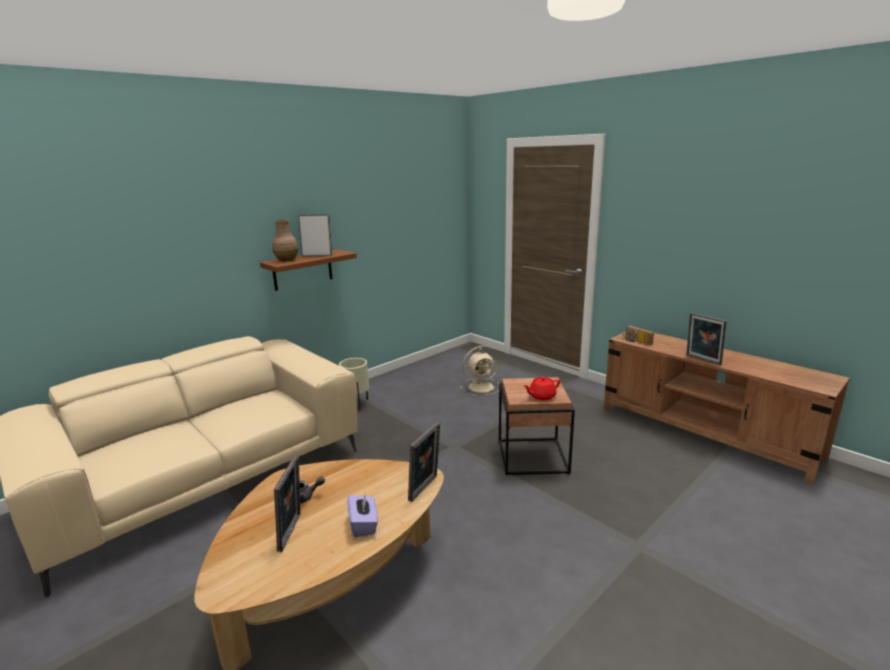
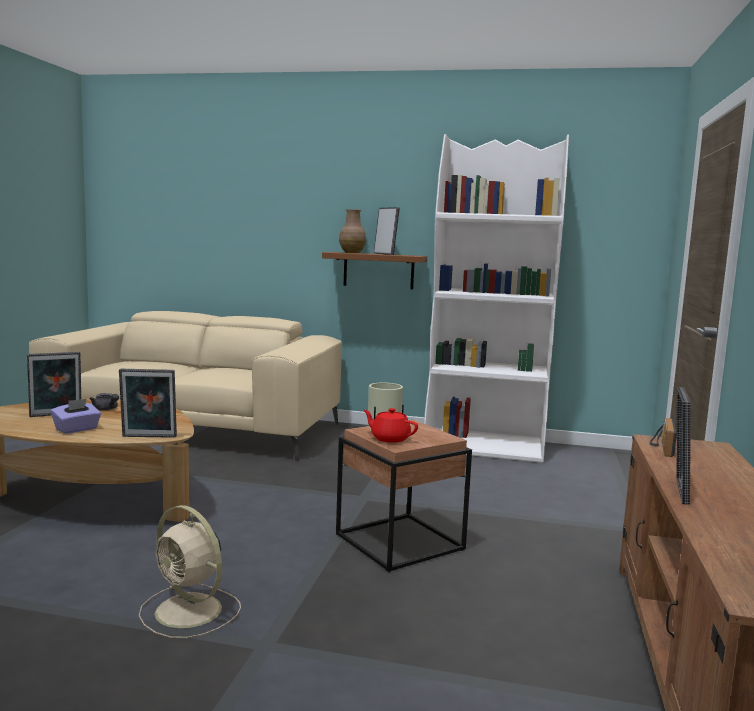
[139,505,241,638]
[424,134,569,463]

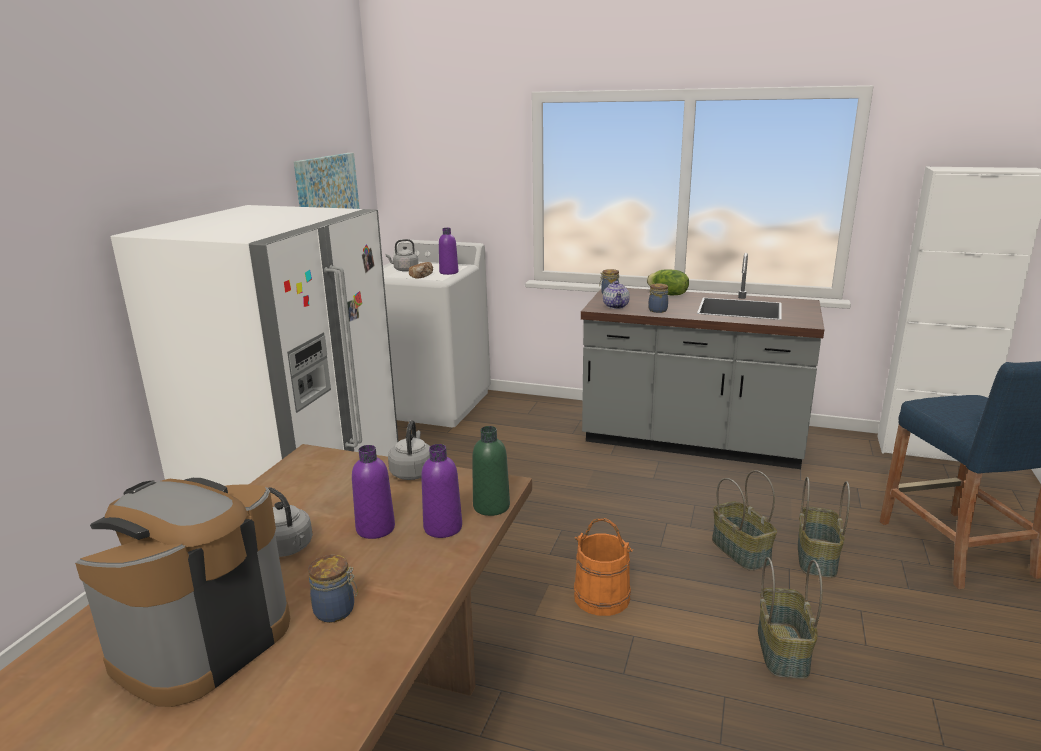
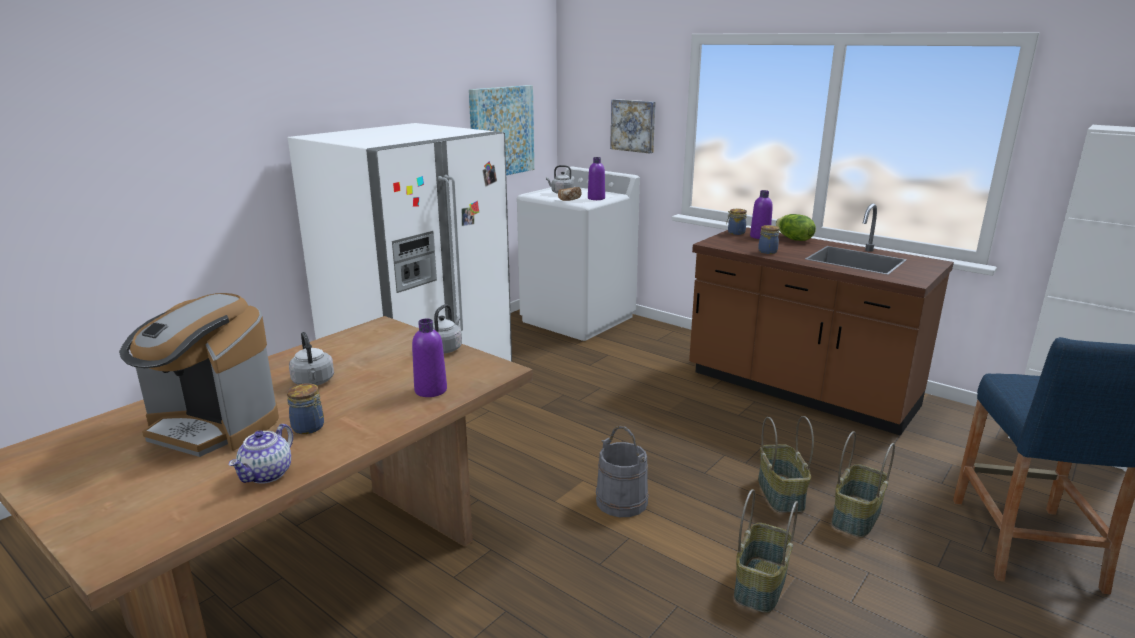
[119,293,279,457]
[750,190,773,239]
[472,426,510,516] (first image)
[596,426,649,517]
[689,203,954,436]
[229,424,293,484]
[610,99,656,153]

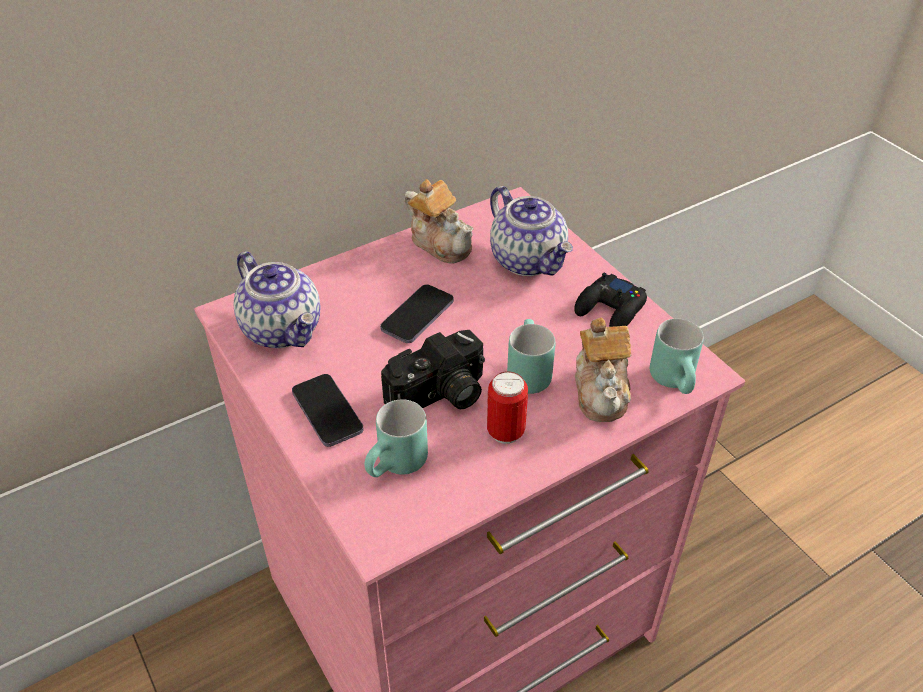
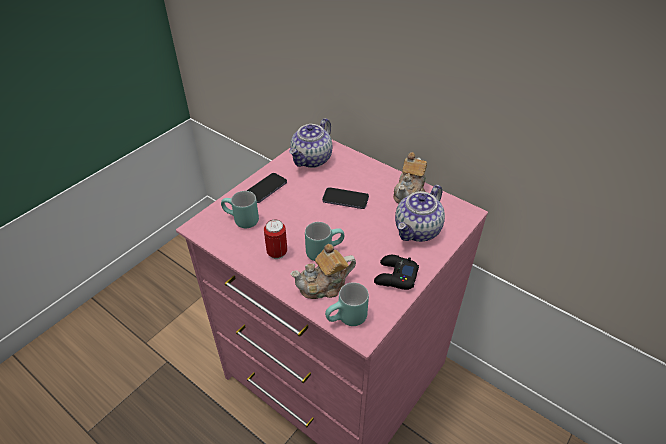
[381,330,485,409] (first image)

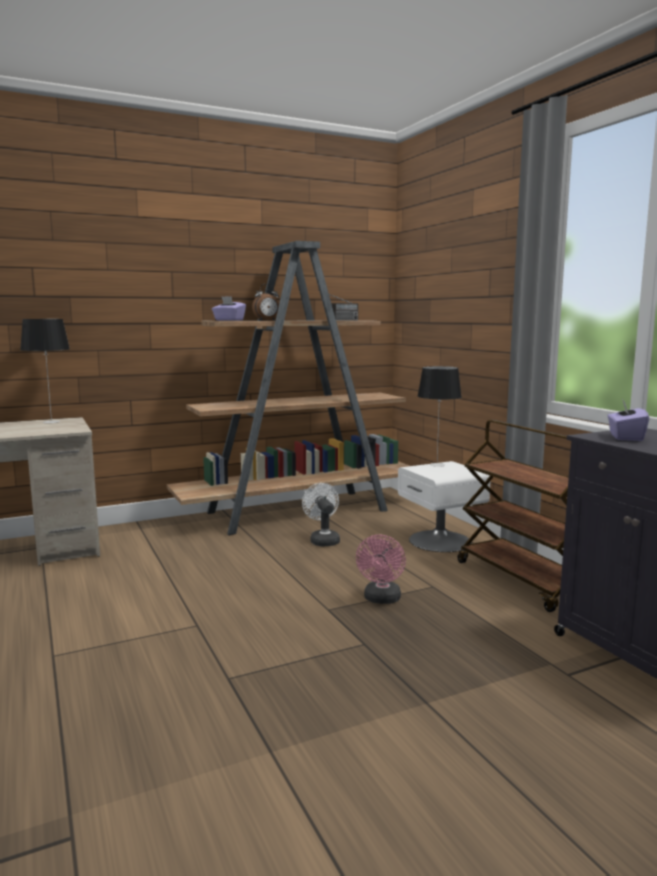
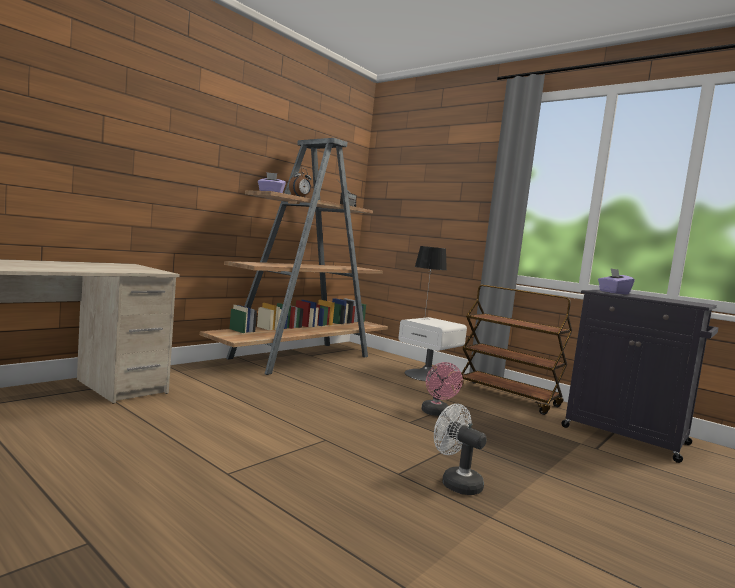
[20,319,70,423] (first image)
[434,404,487,495]

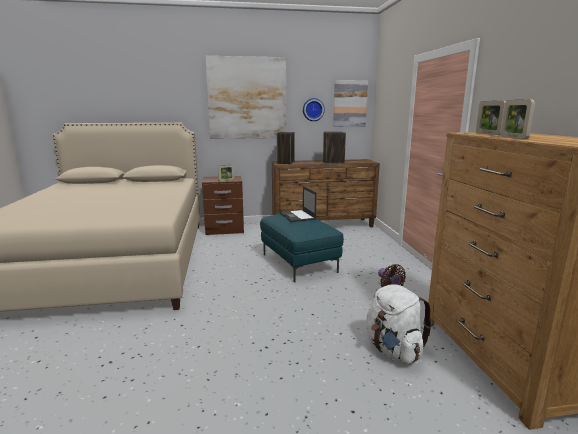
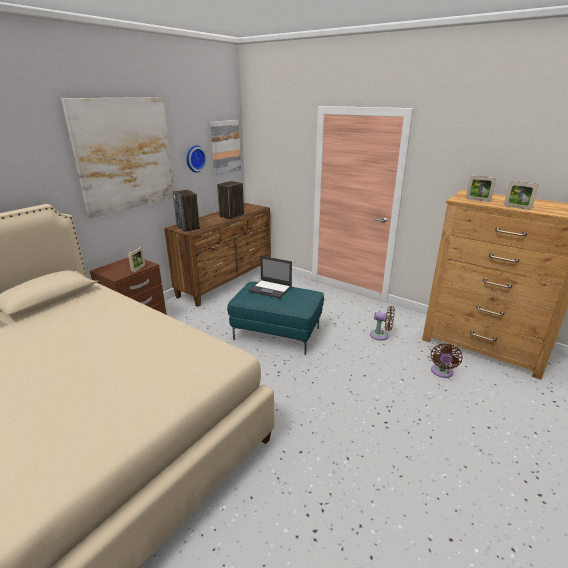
[431,343,462,378]

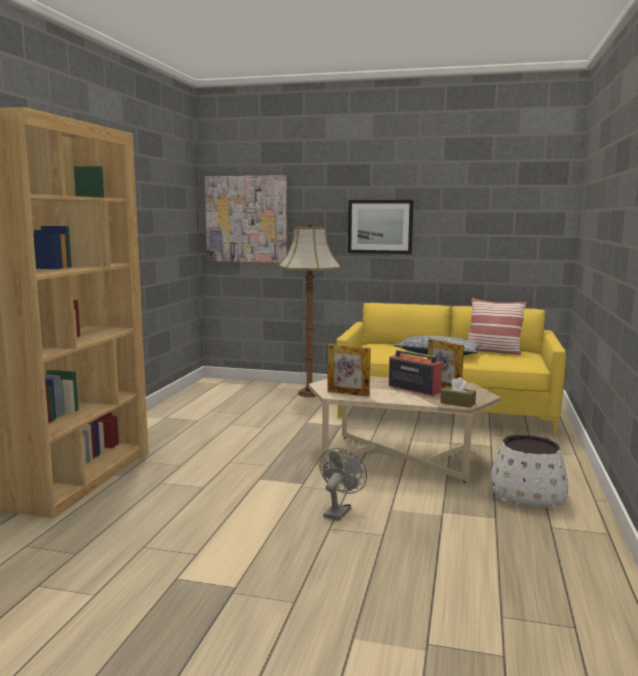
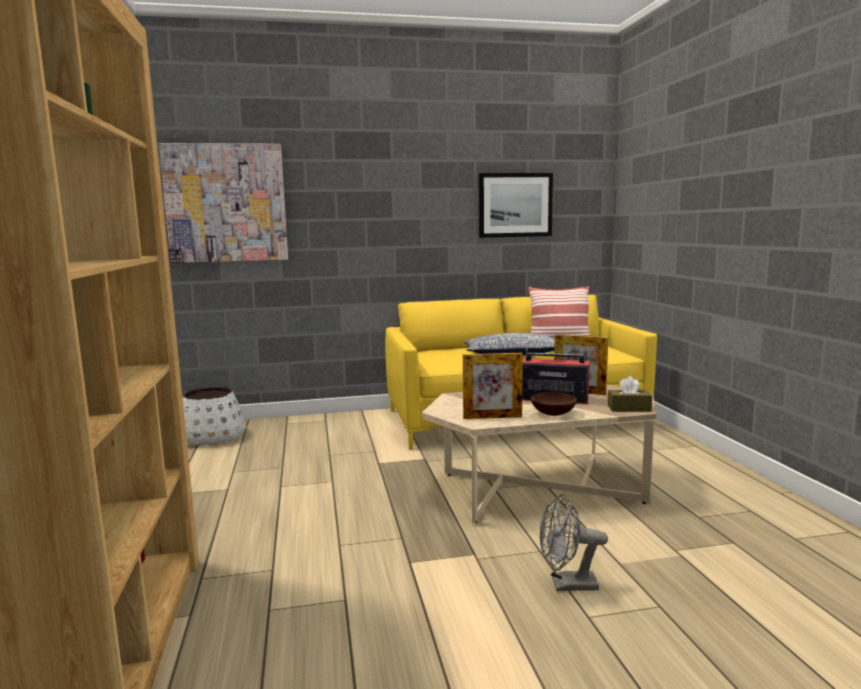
[278,221,342,397] (first image)
[540,494,608,591]
[479,173,553,238]
[183,387,245,445]
[531,392,577,416]

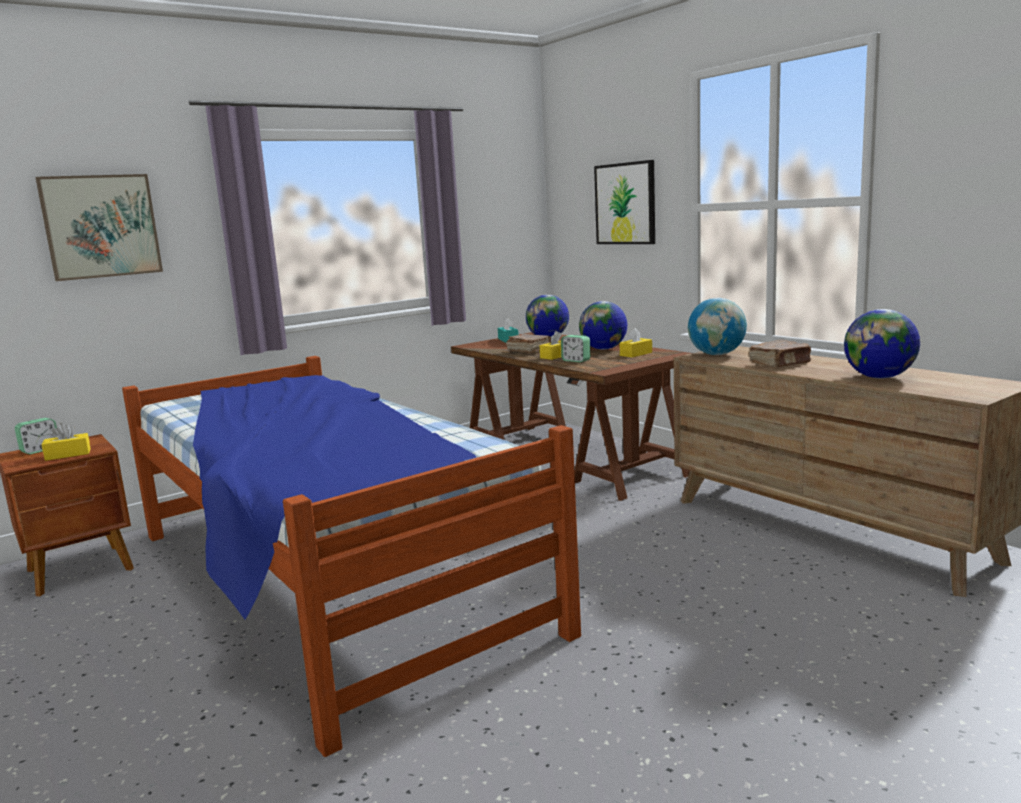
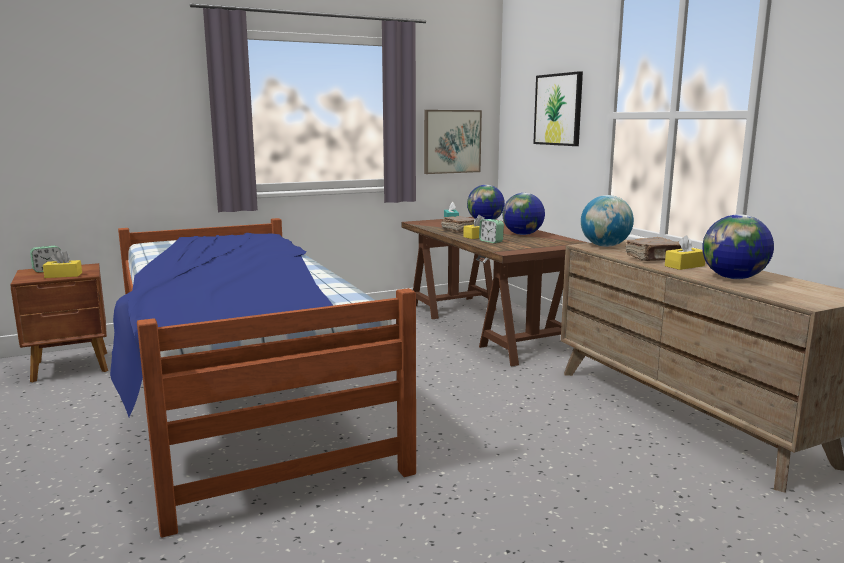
[424,110,482,174]
[665,235,705,270]

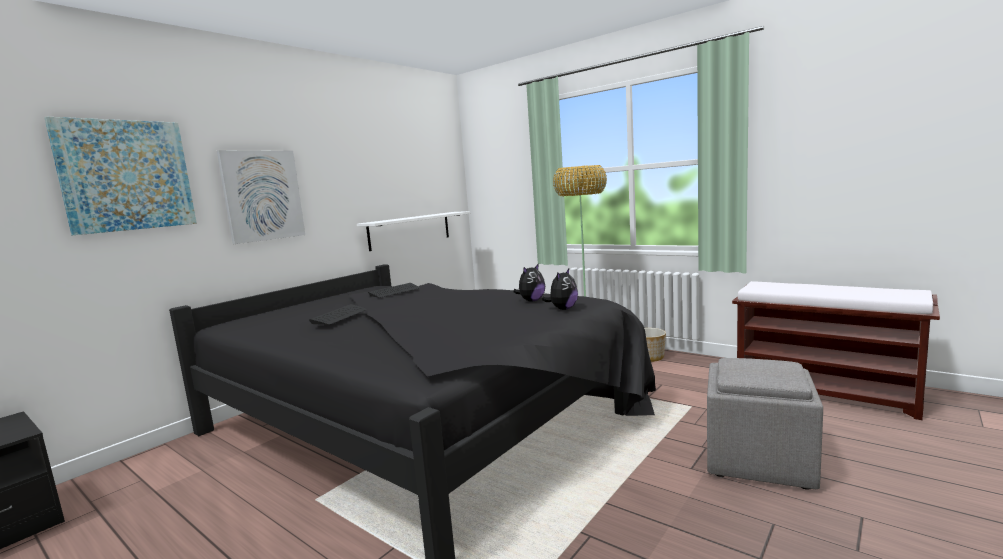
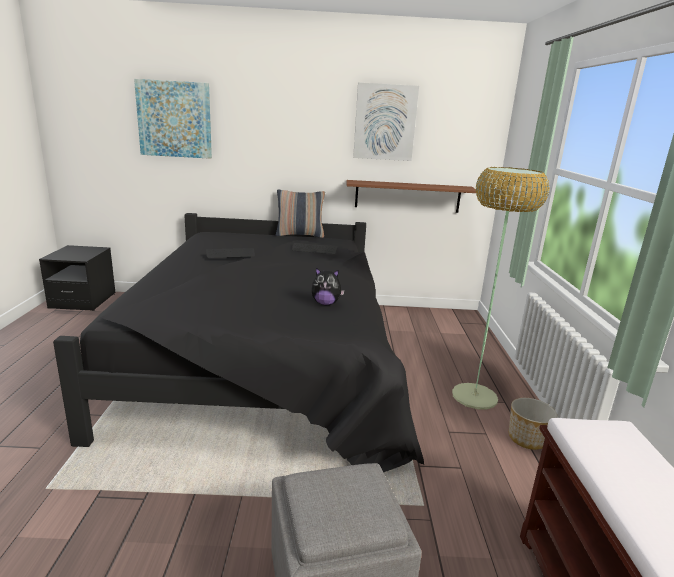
[353,82,419,161]
[346,180,476,213]
[542,269,578,310] (first image)
[276,189,325,238]

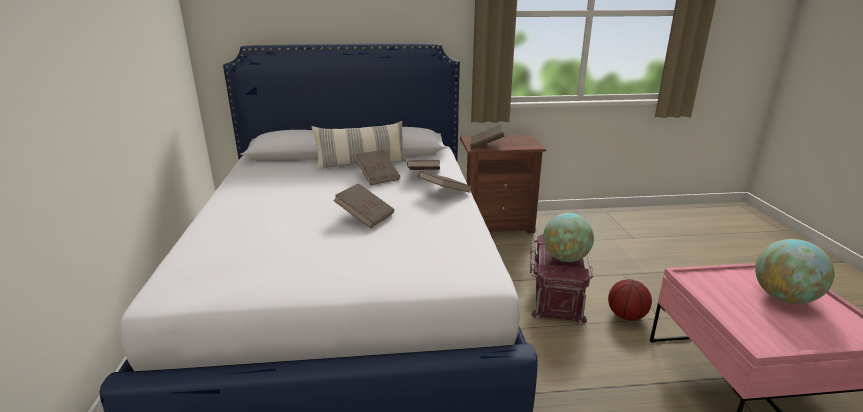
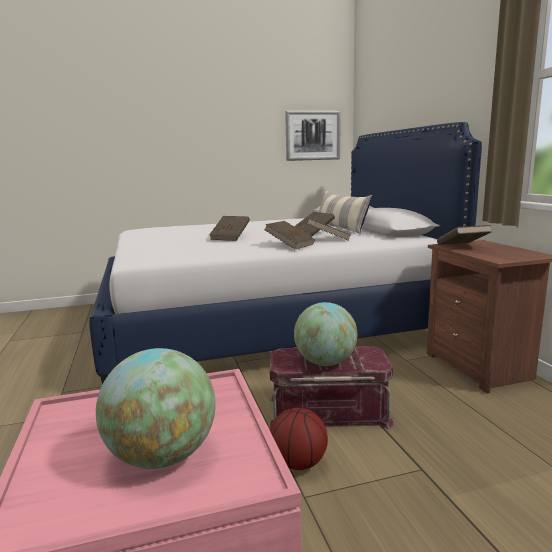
[285,111,341,161]

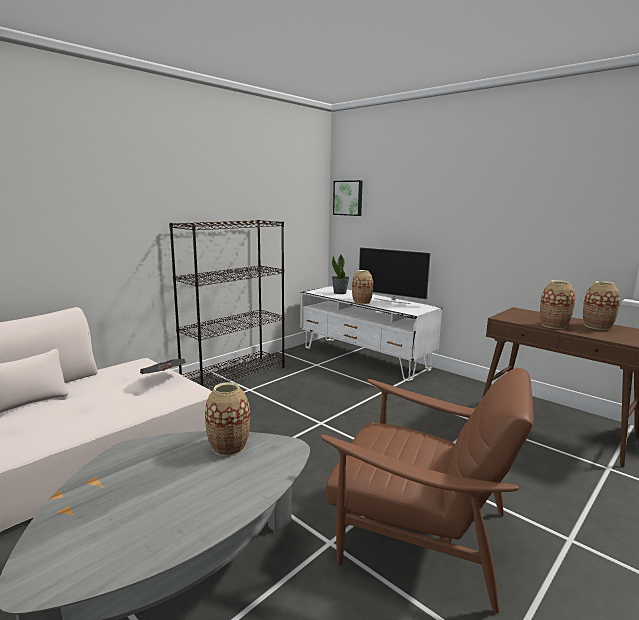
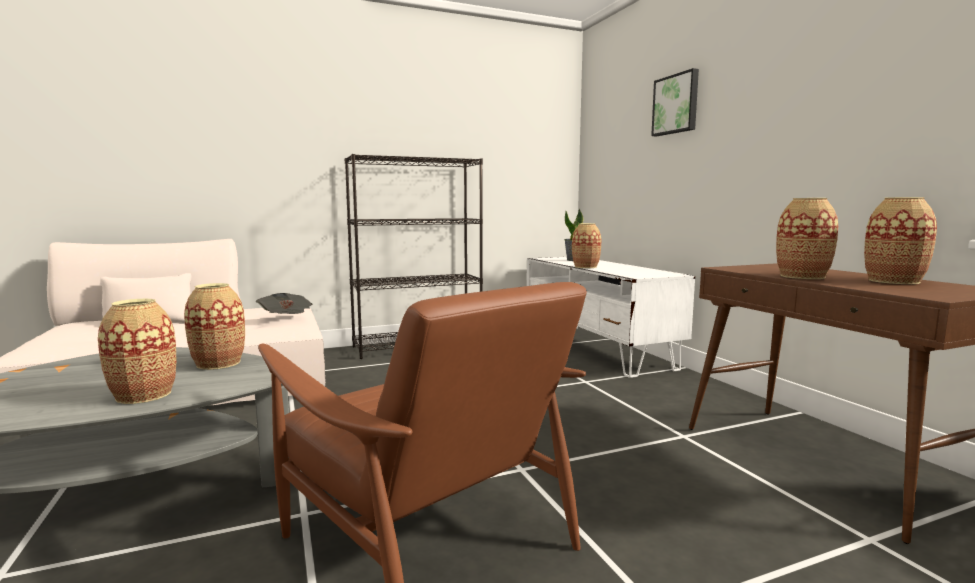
[651,68,699,136]
[358,247,431,304] (first image)
[98,299,176,404]

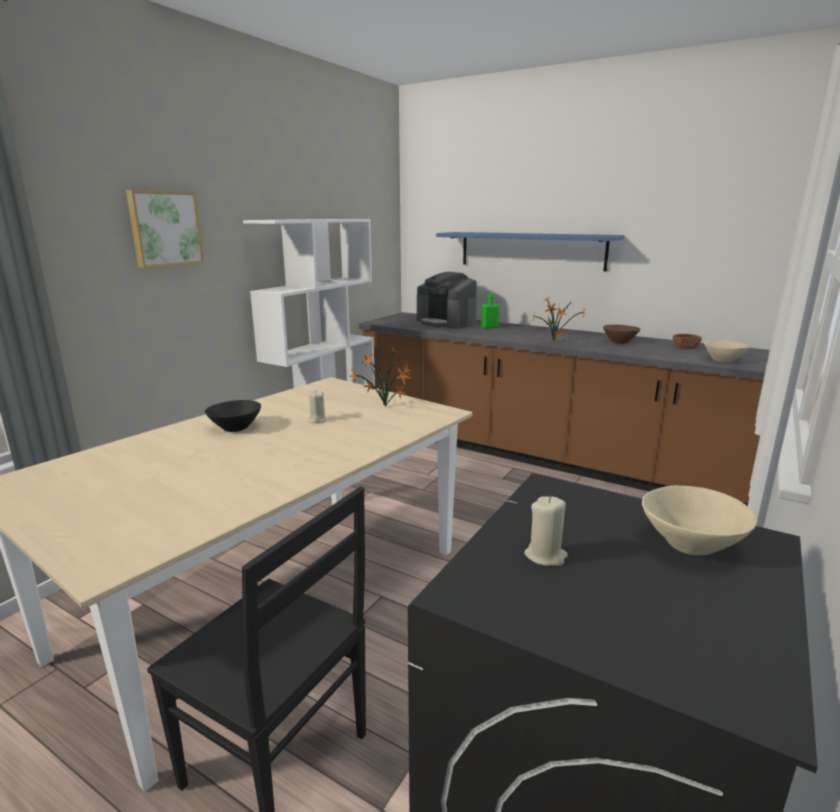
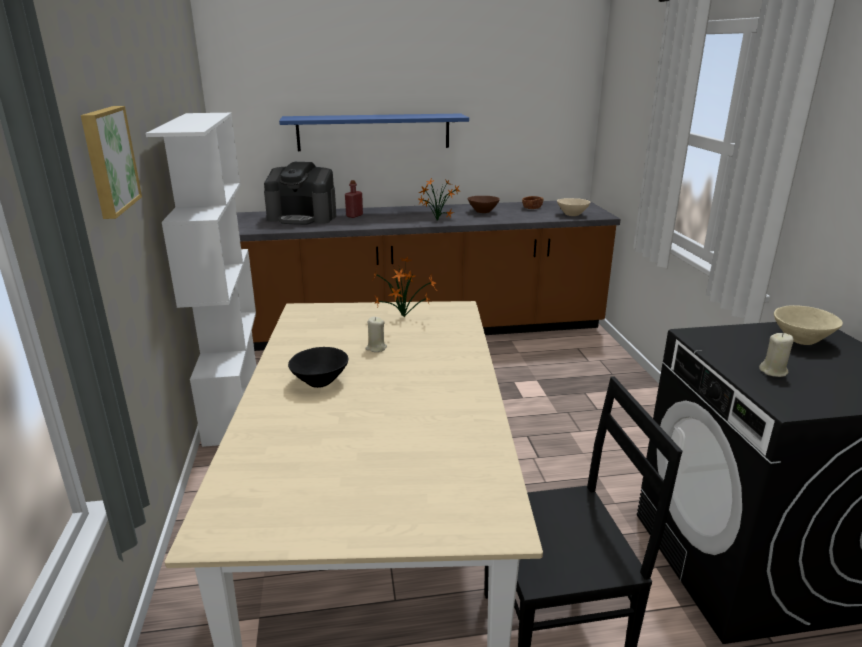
[345,180,363,218]

